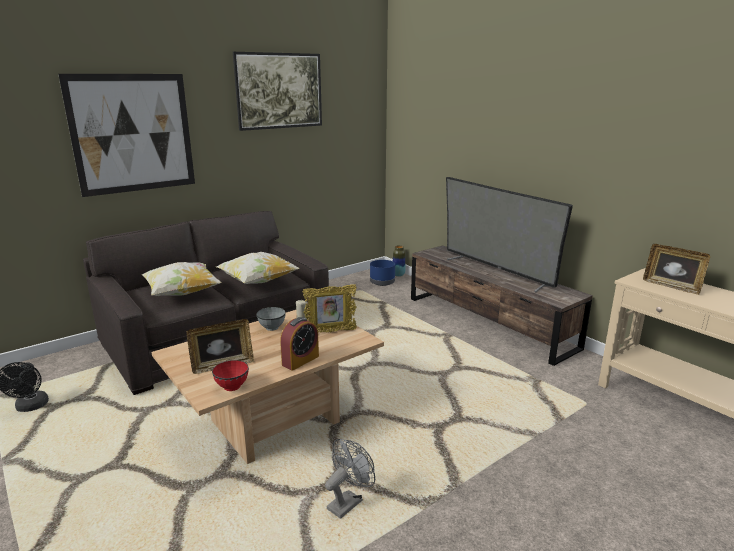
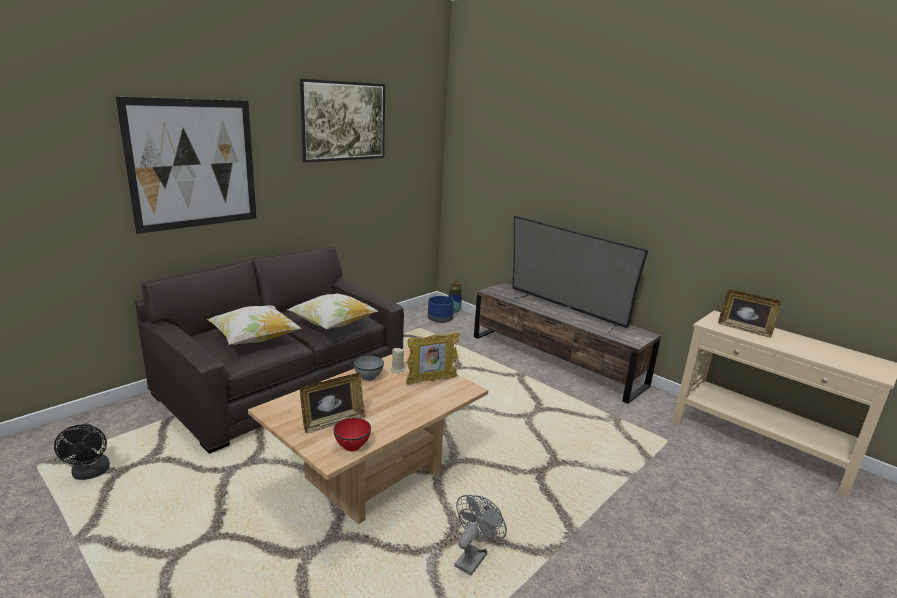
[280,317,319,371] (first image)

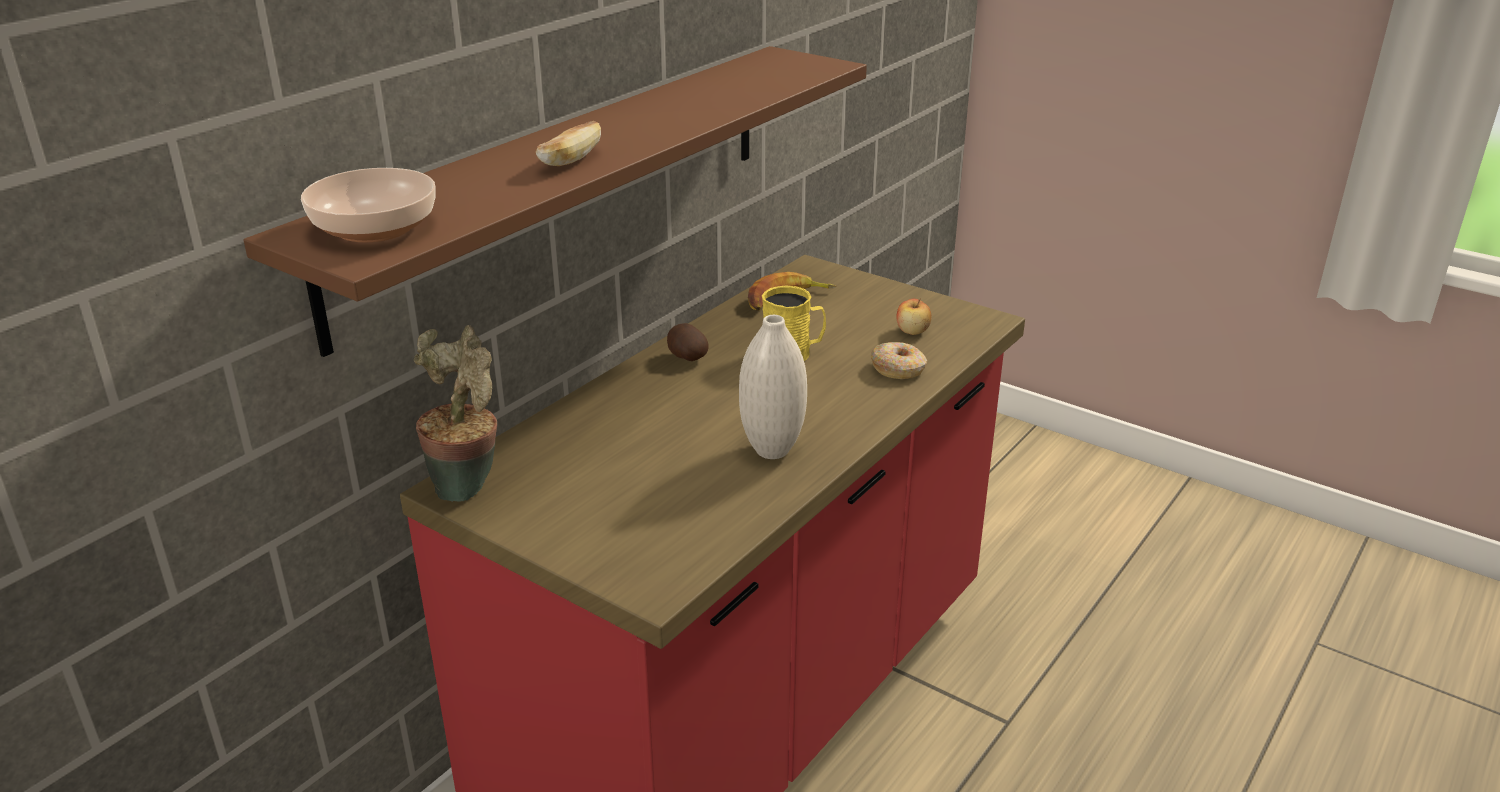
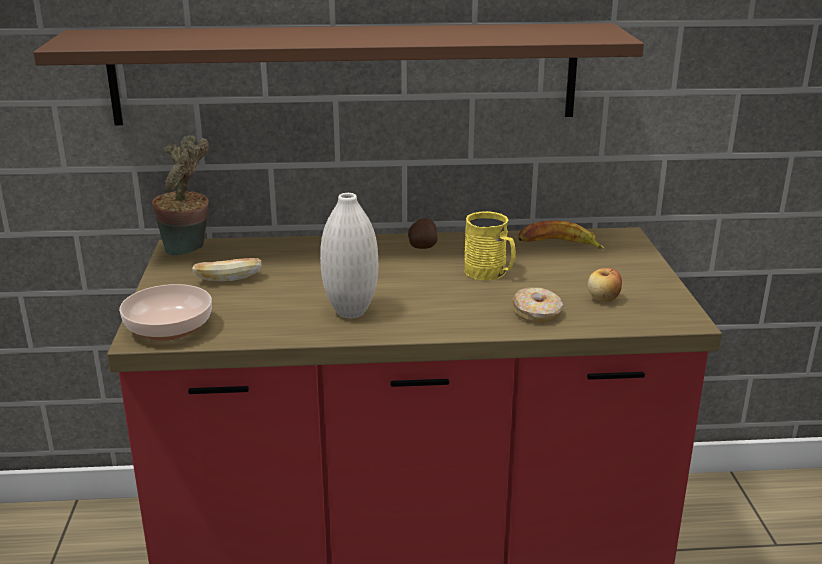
[119,284,212,341]
[192,258,262,281]

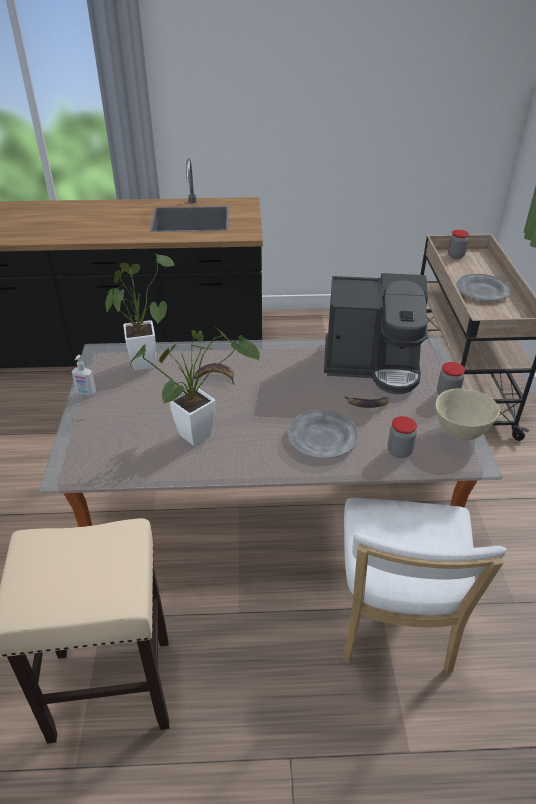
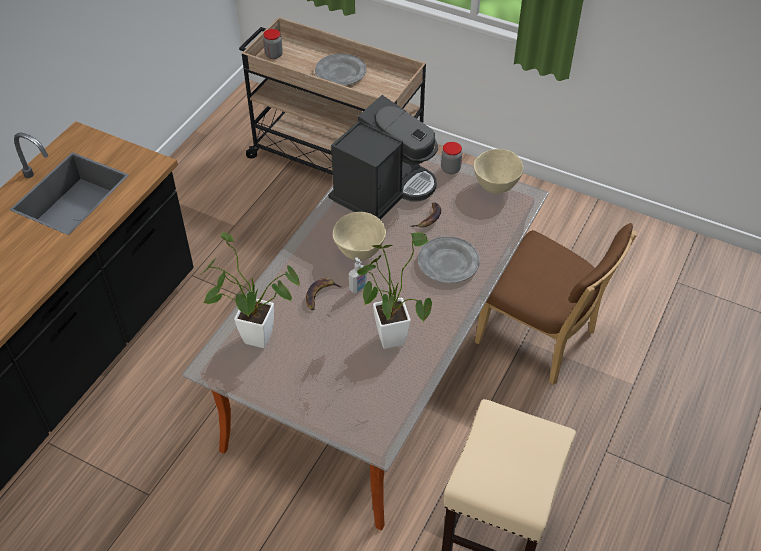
[349,257,367,294]
[475,223,637,385]
[388,416,417,458] (first image)
[333,212,386,261]

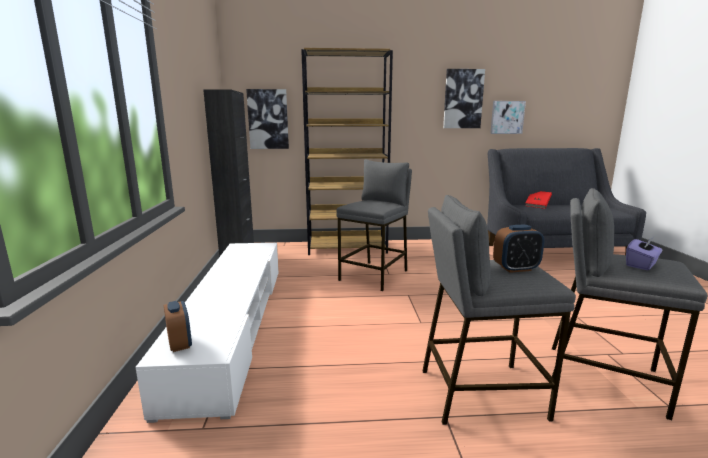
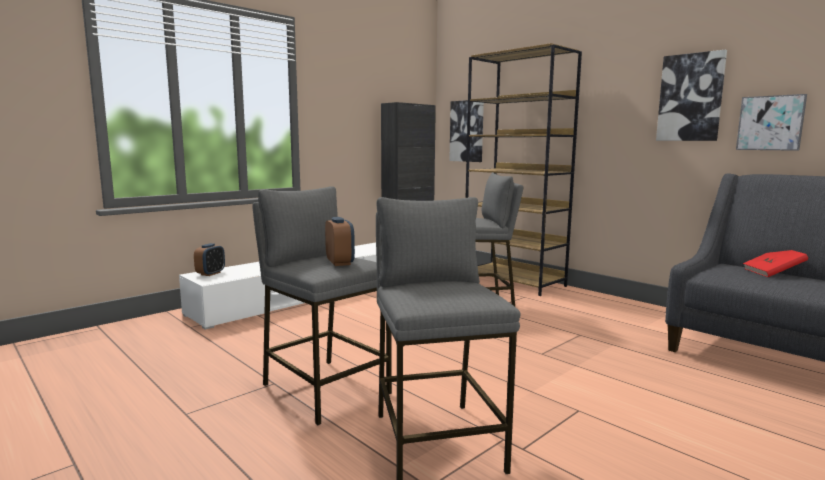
[325,217,355,266]
[626,236,663,270] (first image)

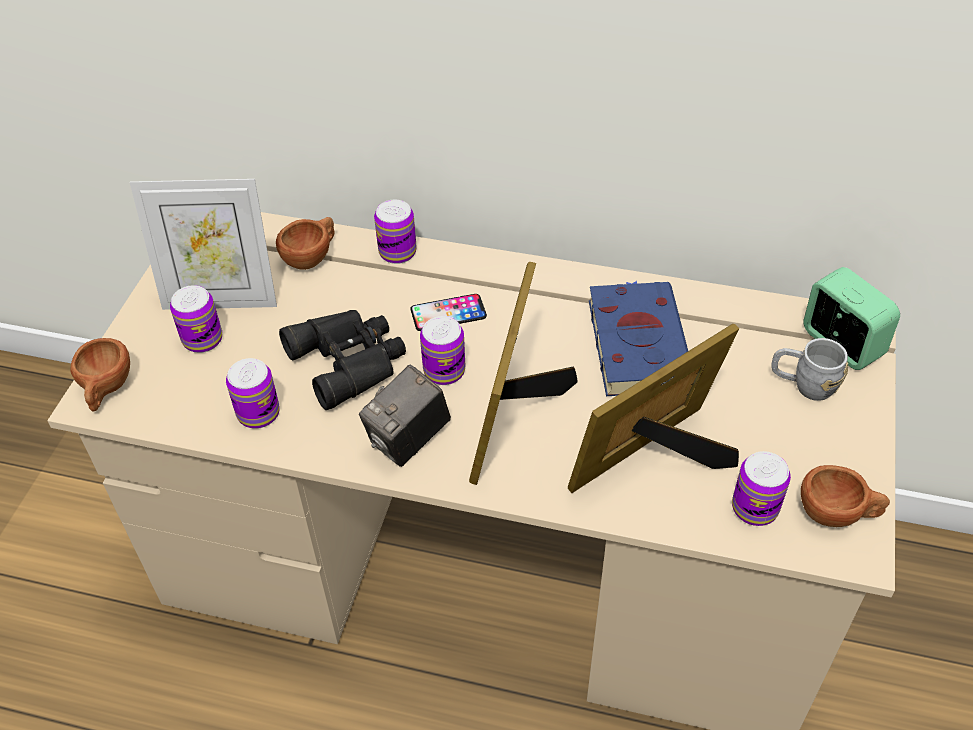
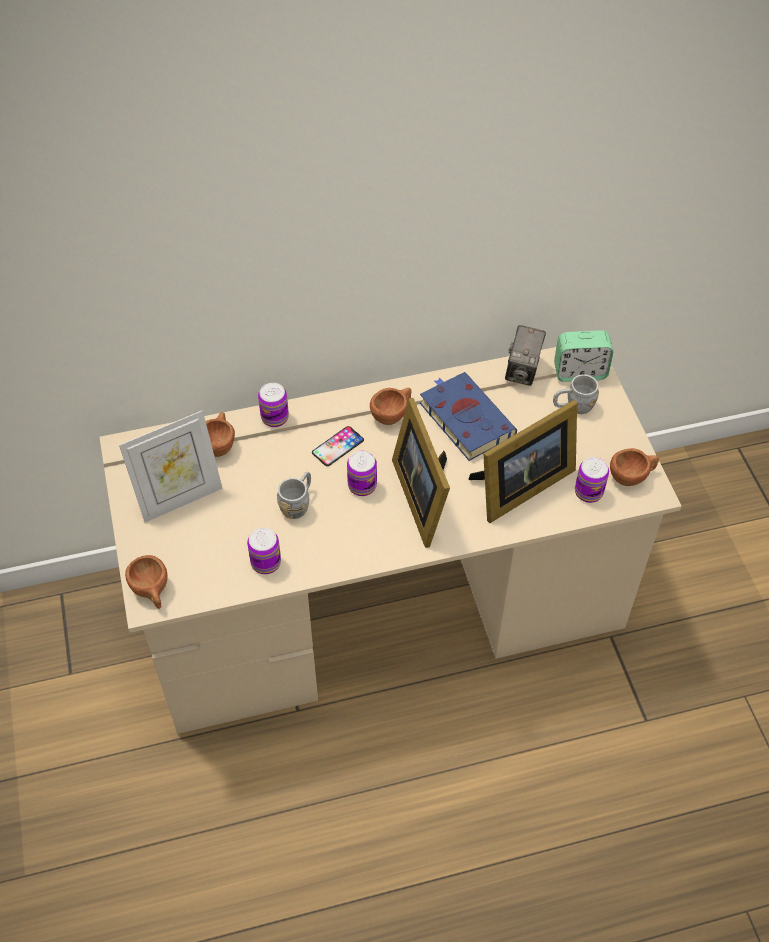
[170,285,222,353] (first image)
[277,472,311,519]
[505,325,546,386]
[469,400,577,523]
[554,330,614,382]
[370,388,412,425]

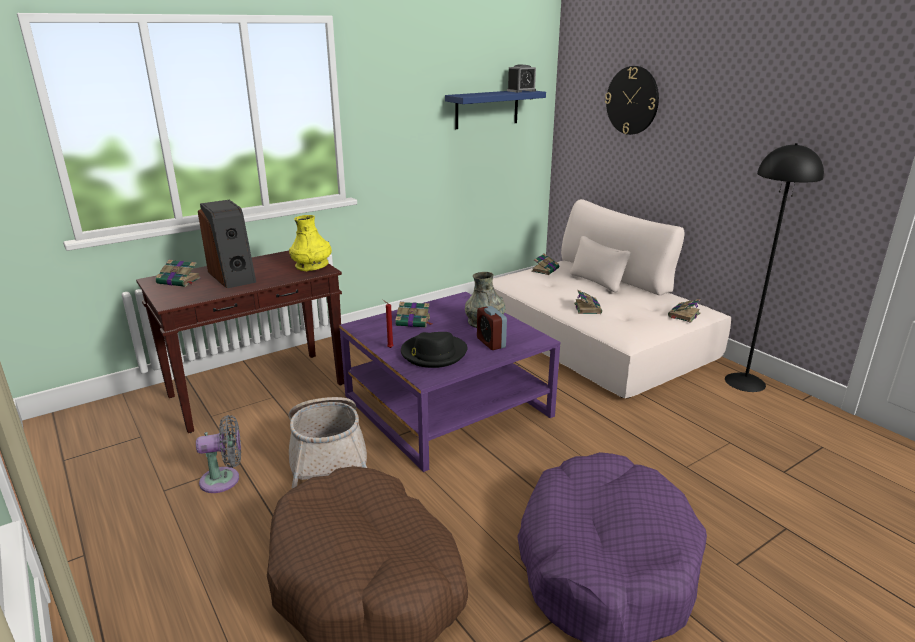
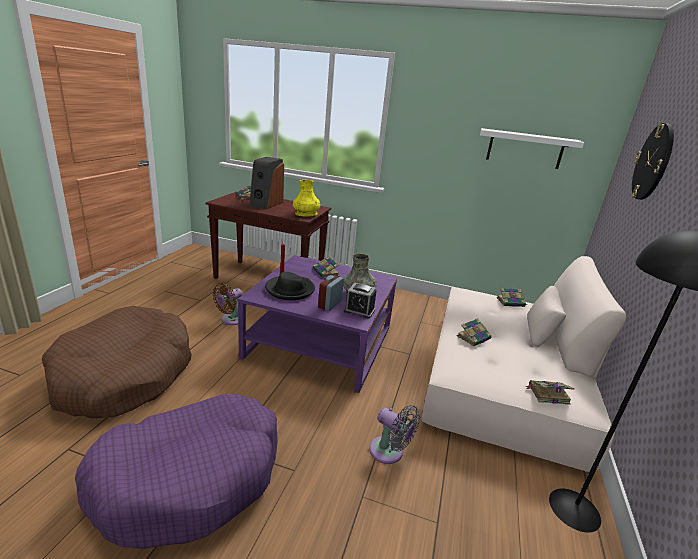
[369,405,420,464]
[212,283,243,325]
[480,128,584,169]
[344,283,377,319]

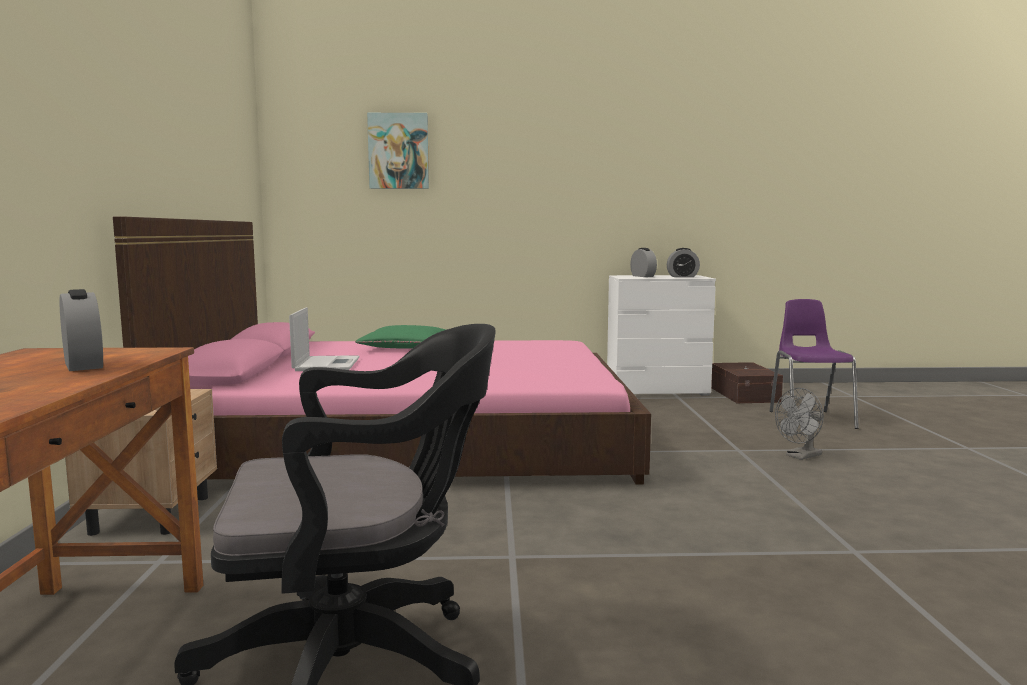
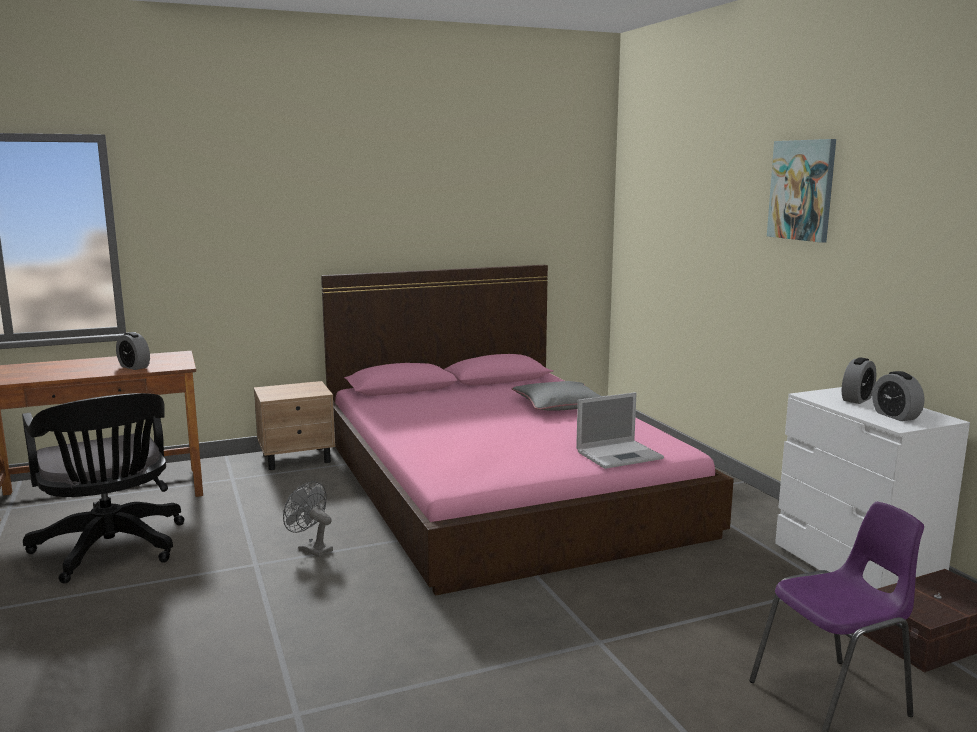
[116,332,150,370]
[576,392,664,469]
[512,381,602,411]
[767,139,836,243]
[283,482,333,557]

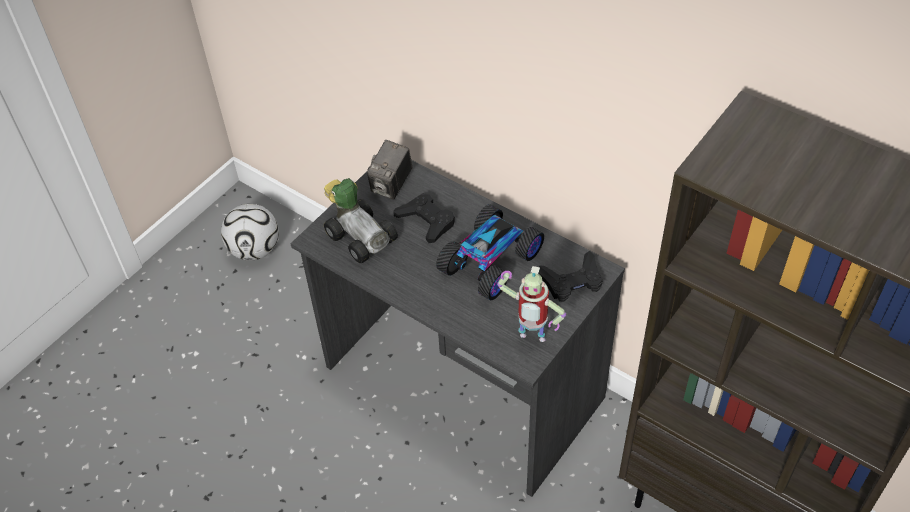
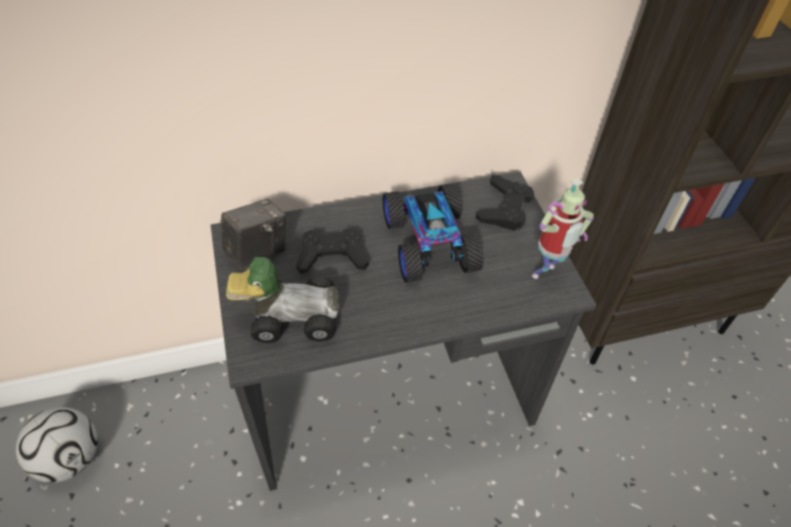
[221,199,286,269]

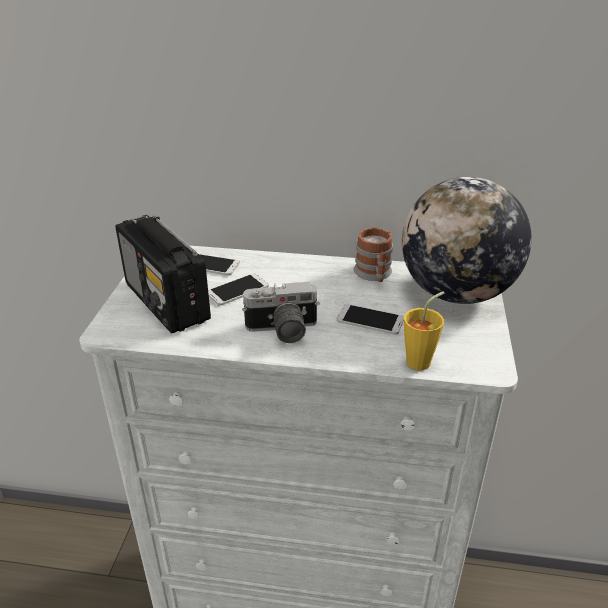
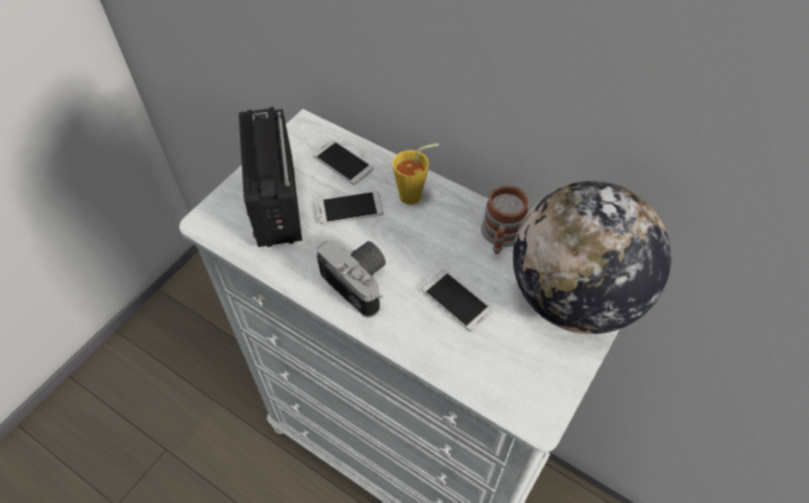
[316,239,386,318]
[393,143,439,205]

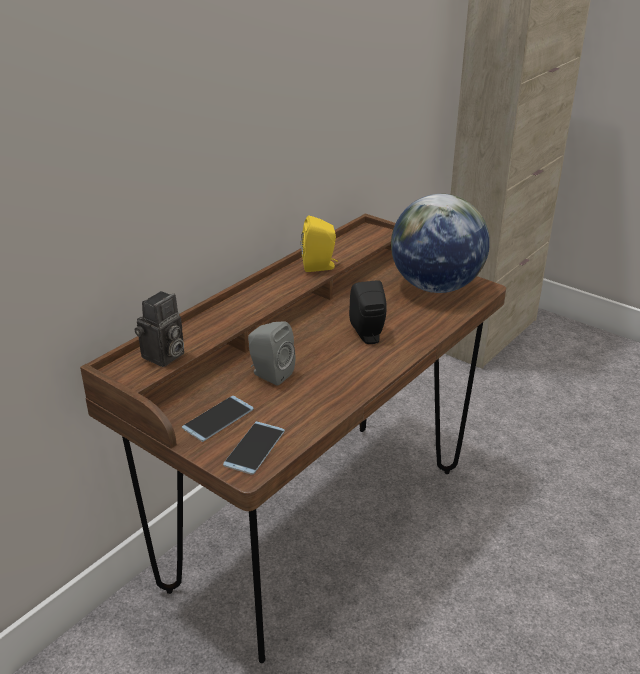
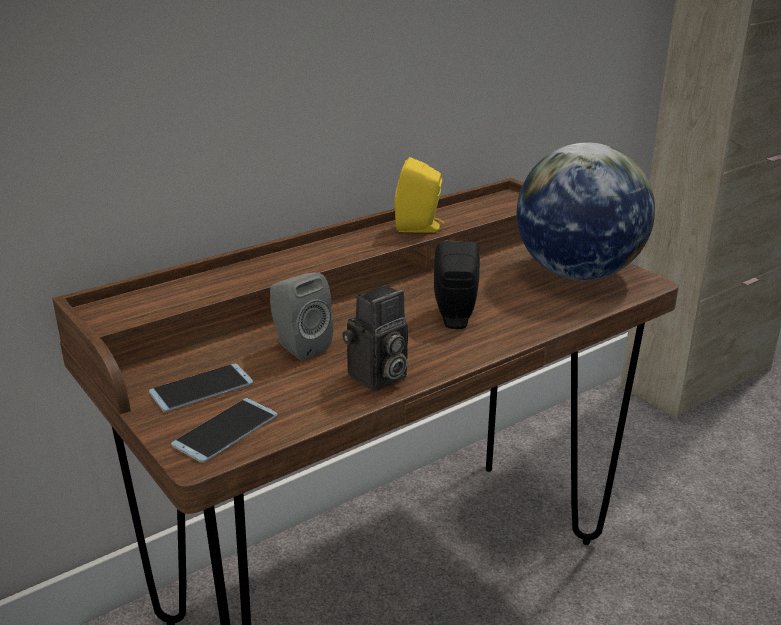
[342,285,408,391]

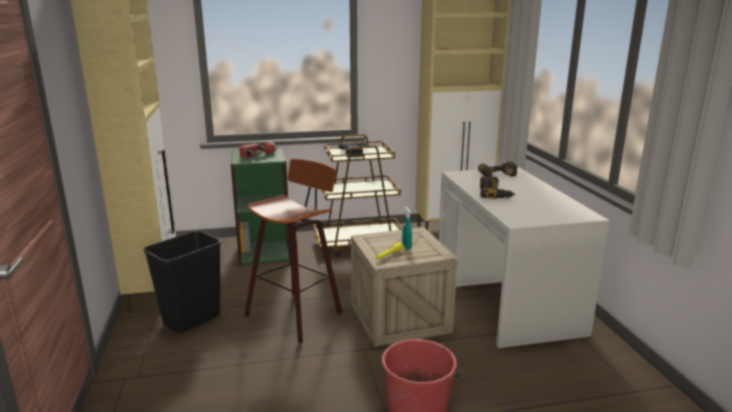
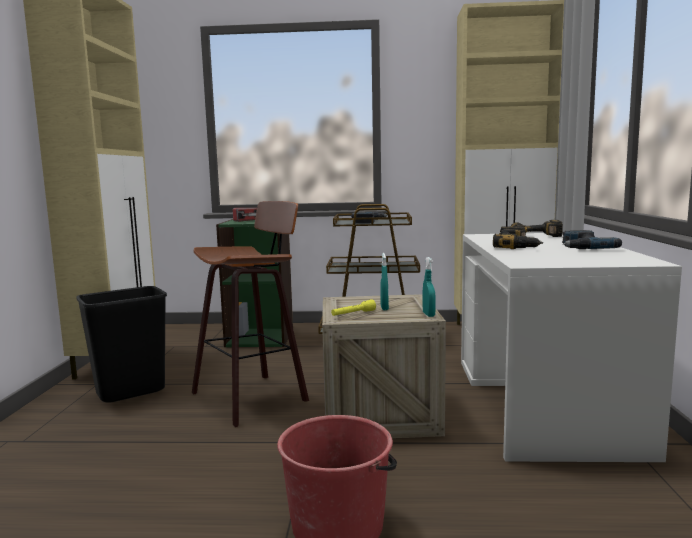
[422,257,436,317]
[562,230,622,249]

